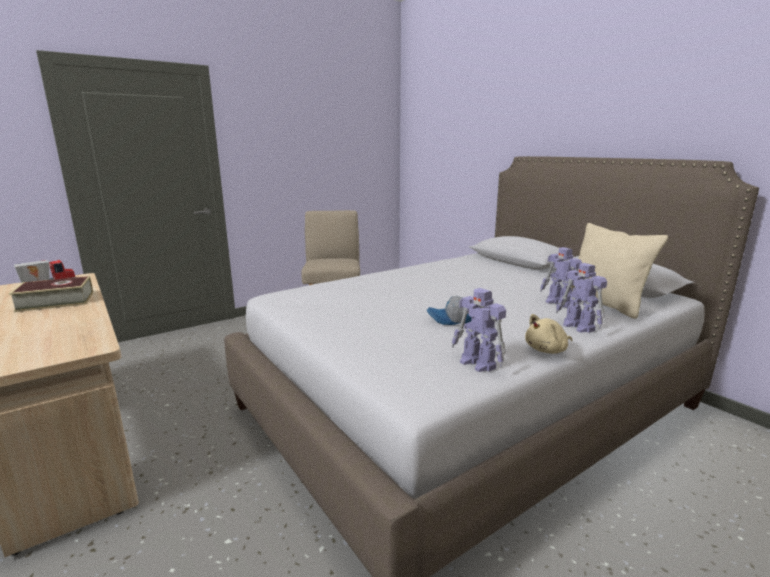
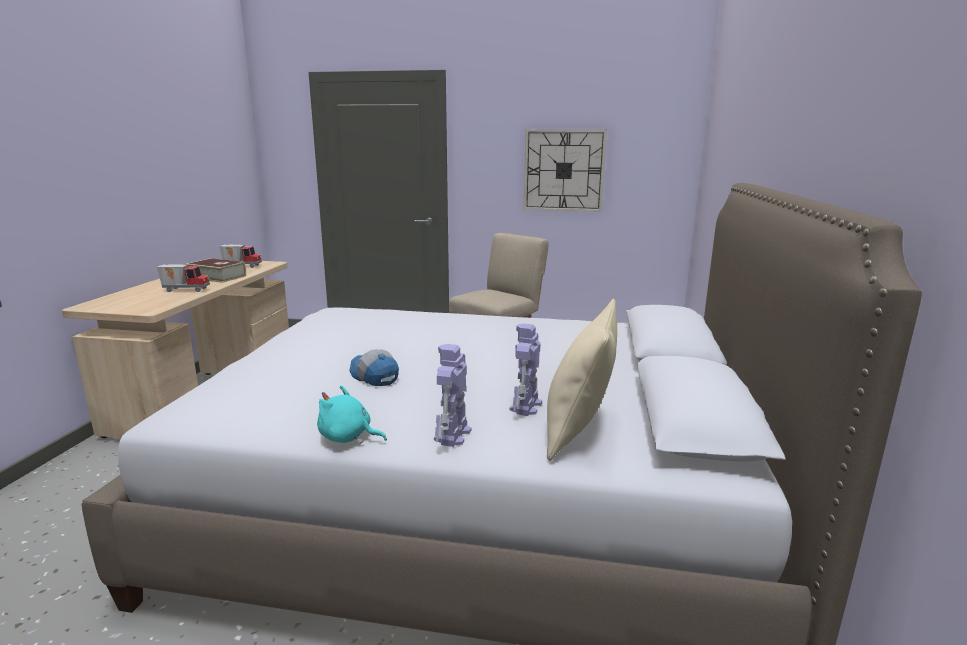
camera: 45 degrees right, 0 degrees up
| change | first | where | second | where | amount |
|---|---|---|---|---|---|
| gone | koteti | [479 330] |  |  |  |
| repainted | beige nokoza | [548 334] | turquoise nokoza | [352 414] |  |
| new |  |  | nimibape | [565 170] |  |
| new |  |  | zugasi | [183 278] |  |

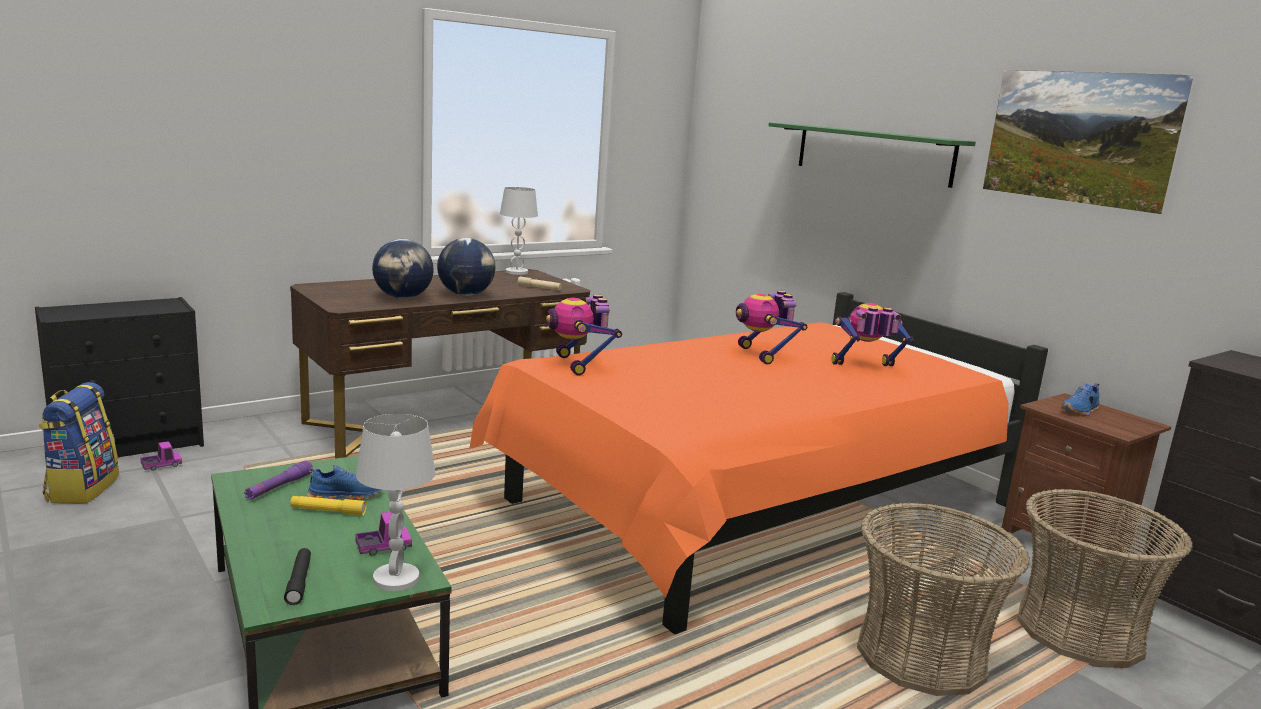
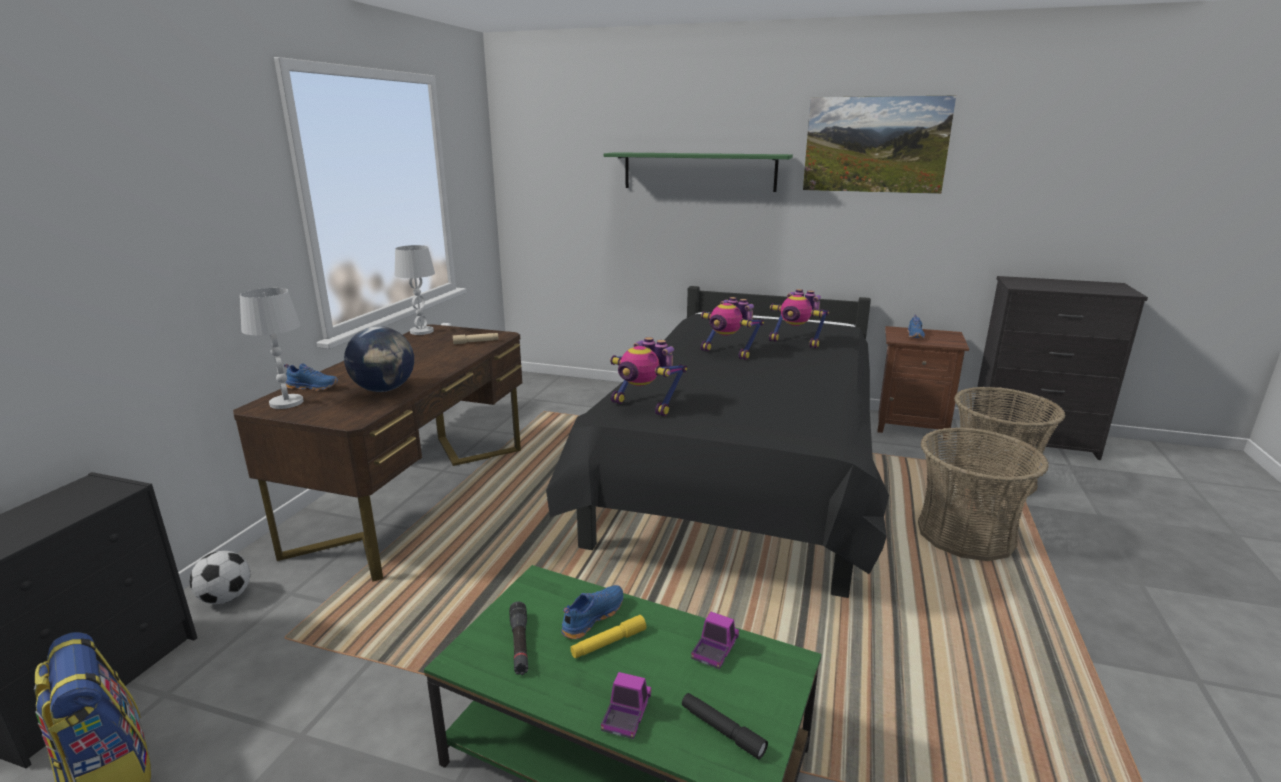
camera: 35 degrees left, 5 degrees up
| change | first | where | second | where | amount |
|---|---|---|---|---|---|
| gone | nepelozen | [466 267] |  |  |  |
| repainted | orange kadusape | [758 463] | black kadusape | [717 442] |  |
| rotated | koteti | [872 334] |  | [799 318] | 105 degrees counterclockwise |
| shifted | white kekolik | [395 502] |  | [272 348] |  |
| shifted | zugasi | [161 456] |  | [626 705] |  |
| repainted | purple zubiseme | [278 480] | black zubiseme | [518 638] |  |
| new |  |  | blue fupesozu | [311 377] |  |
| new |  |  | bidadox | [220 577] |  |

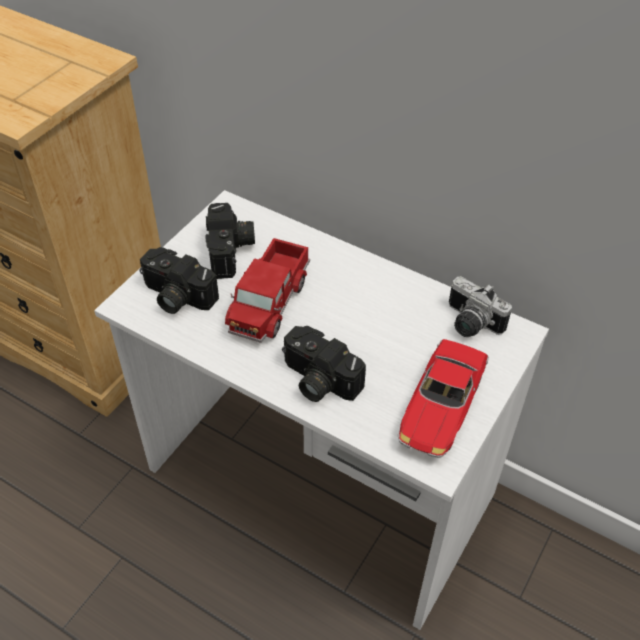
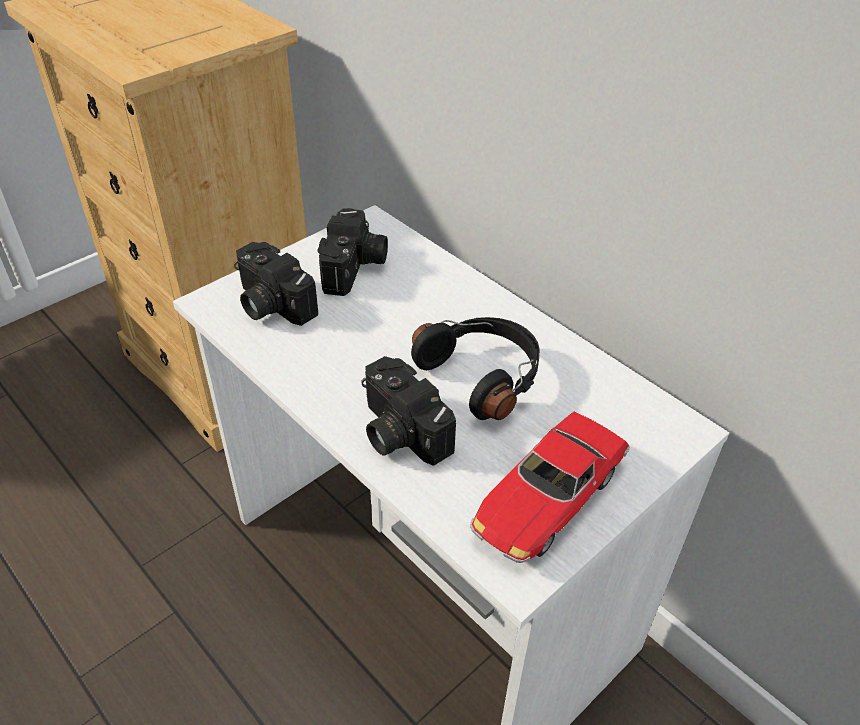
camera: 15 degrees right, 5 degrees down
| change | first | where | second | where | amount |
|---|---|---|---|---|---|
| gone | zugasi | [267 290] |  |  |  |
| gone | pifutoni | [480 306] |  |  |  |
| new |  |  | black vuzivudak | [475 368] |  |

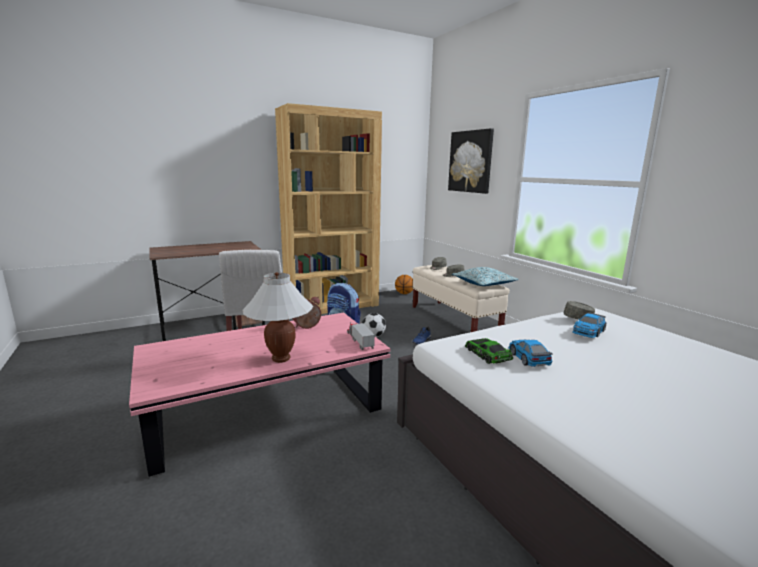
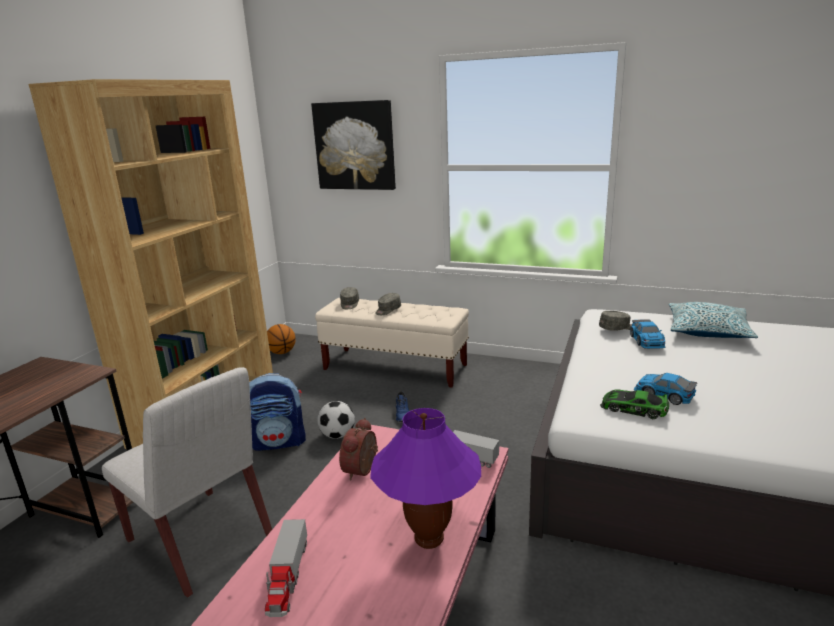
camera: 40 degrees left, 5 degrees up
| change | first | where | second | where | amount |
|---|---|---|---|---|---|
| shifted | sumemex | [485 276] |  | [713 320] |  |
| repainted | white kekolik | [278 317] | purple kekolik | [425 478] |  |
| new |  |  | zugasi | [286 568] |  |

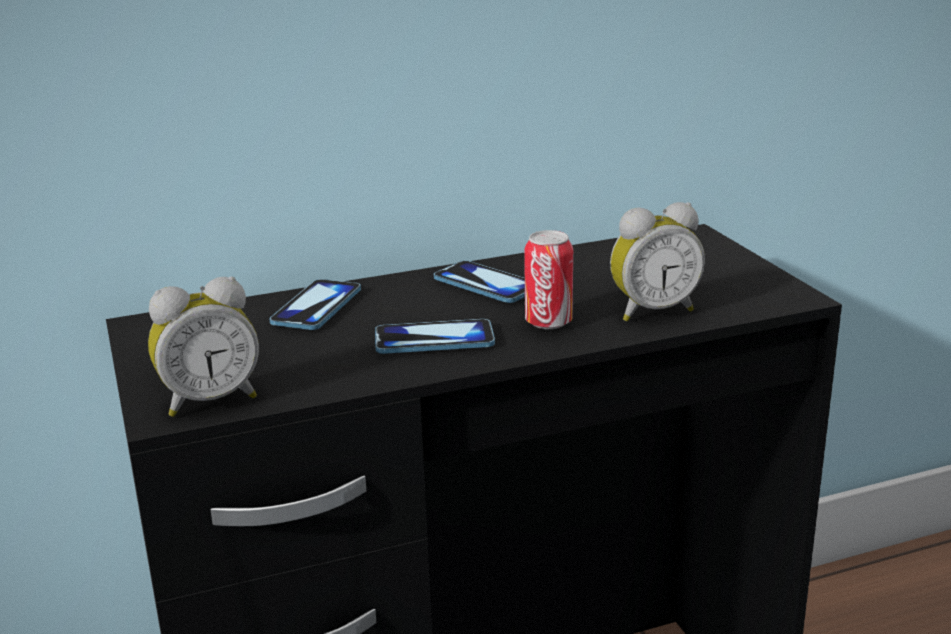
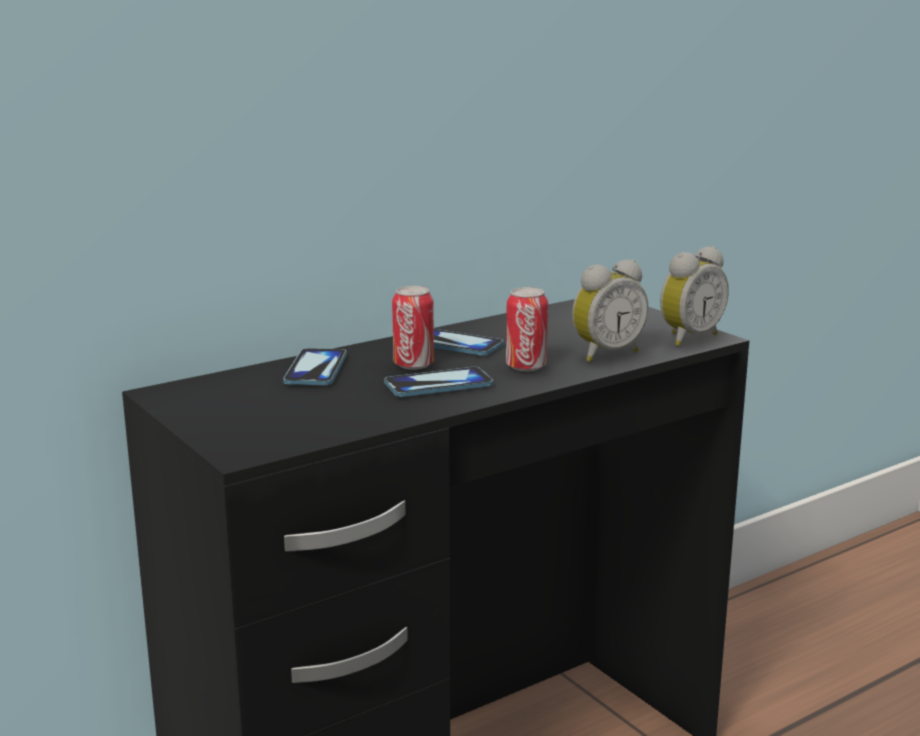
camera: 15 degrees left, 5 degrees down
| change | first | where | second | where | amount |
|---|---|---|---|---|---|
| shifted | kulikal | [203 346] |  | [694 296] |  |
| new |  |  | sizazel | [413 328] |  |

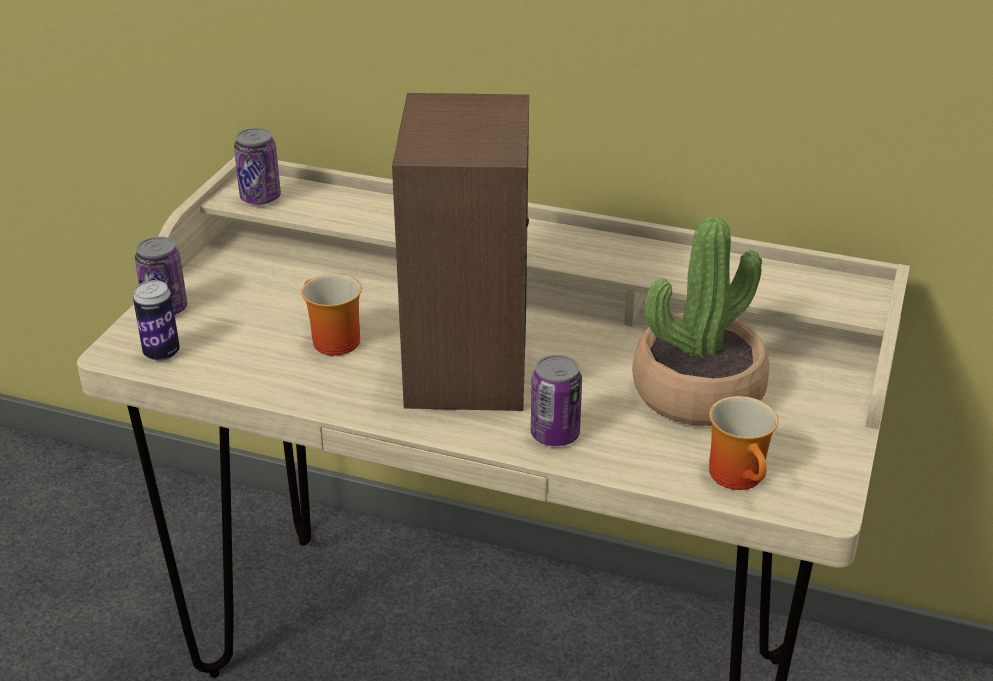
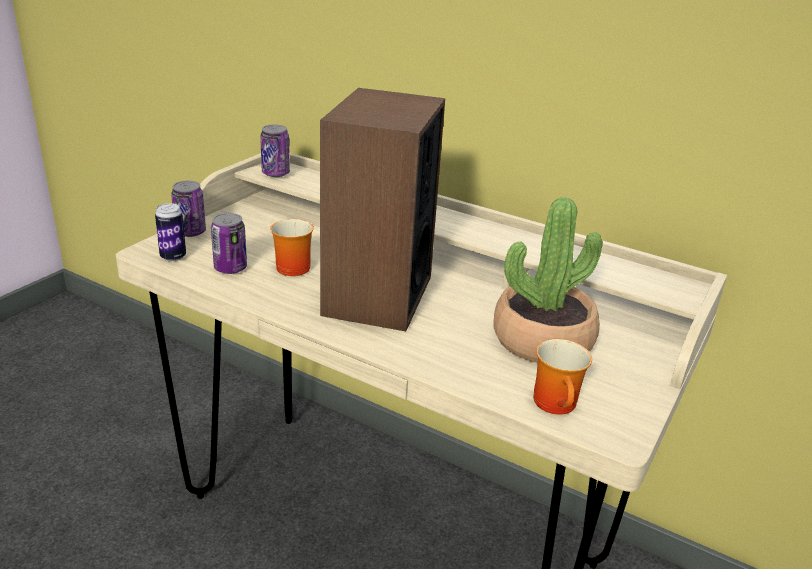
camera: 10 degrees right, 5 degrees down
| change | first | where | second | where | amount |
|---|---|---|---|---|---|
| shifted | sizazel | [556 400] |  | [229 243] |  |

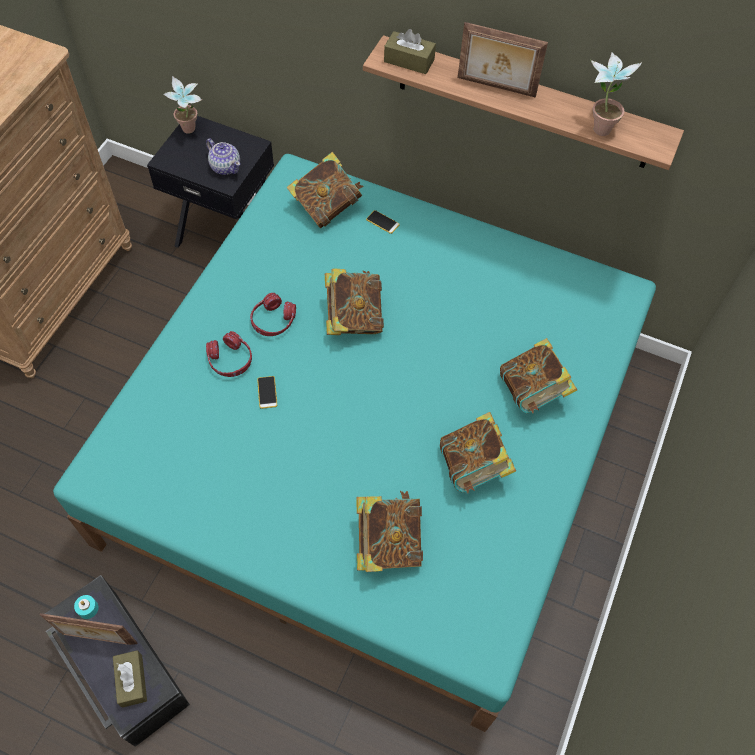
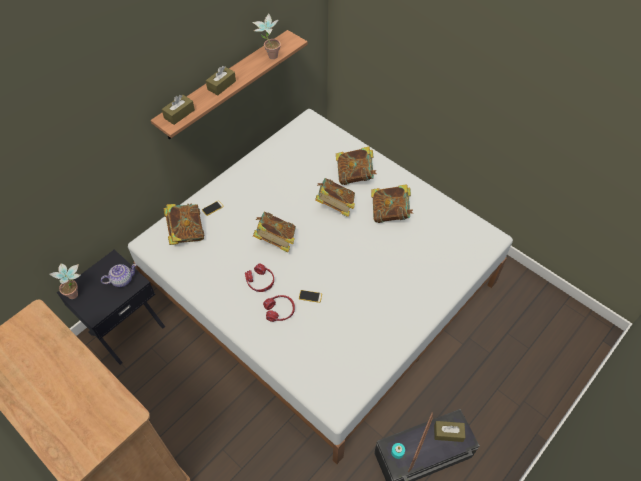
camera: 70 degrees left, 5 degrees down
| change | first | where | second | where | amount |
|---|---|---|---|---|---|
| swapped | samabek | [503 60] | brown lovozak | [221 80] |  |
| repainted | turquoise kadusape | [354 443] | white kadusape | [320 286] |  |
| shifted | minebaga | [389 531] |  | [335 197] |  |

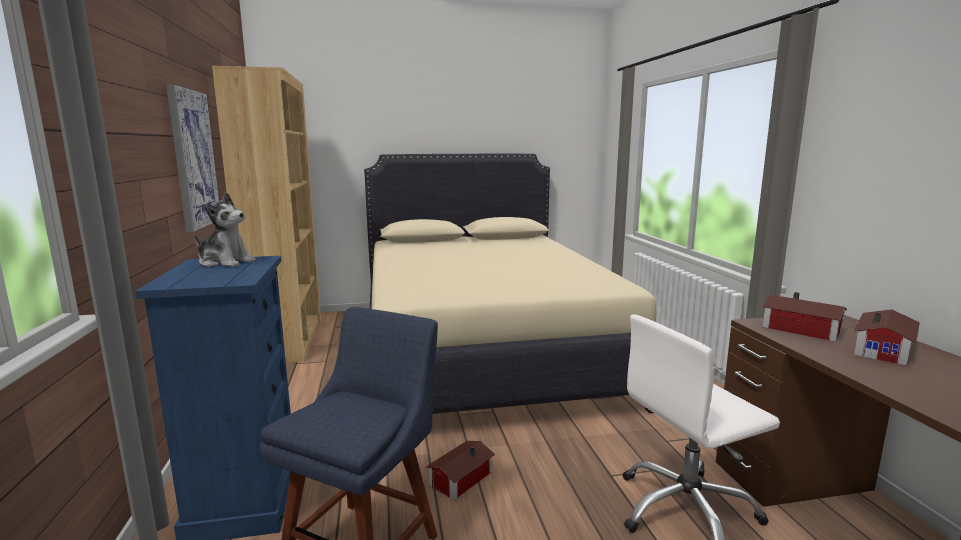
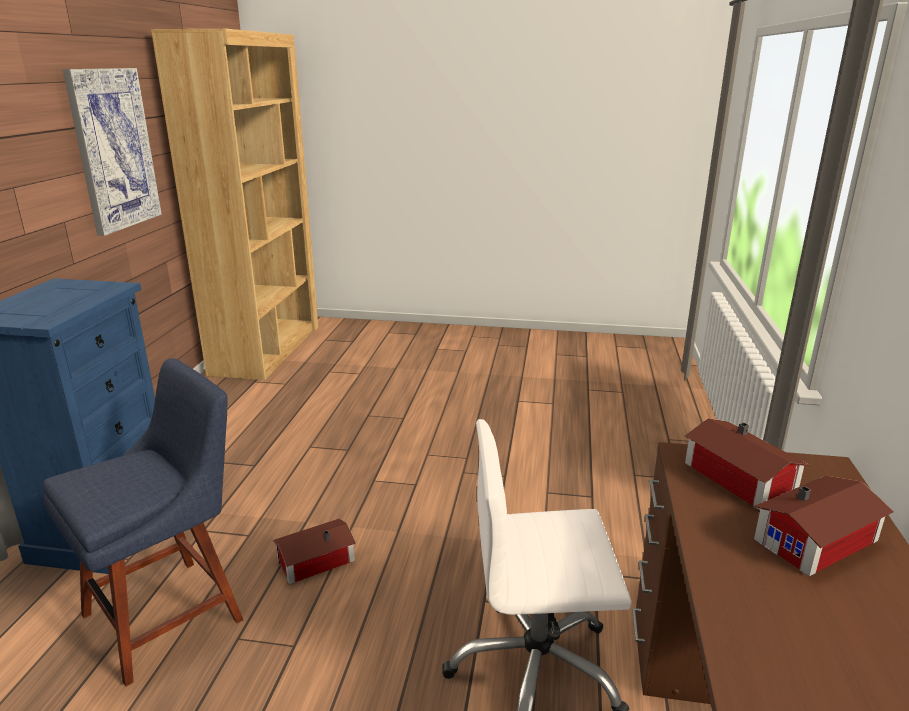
camera: 20 degrees right, 10 degrees up
| change | first | where | second | where | amount |
|---|---|---|---|---|---|
| gone | beige kadusape | [510 283] |  |  |  |
| gone | nokoza | [225 229] |  |  |  |

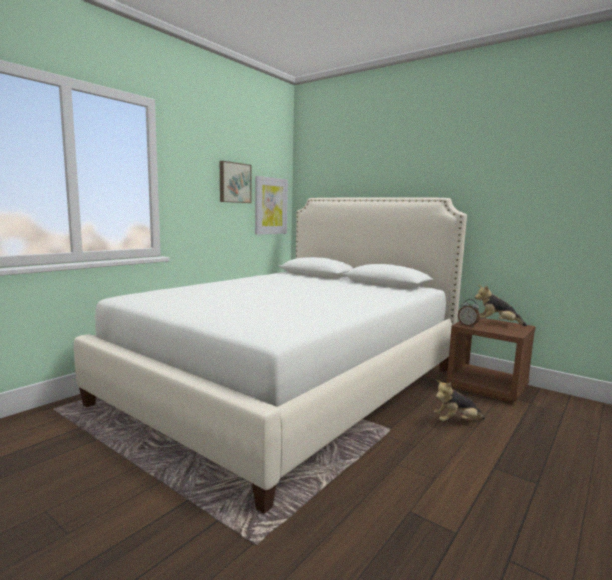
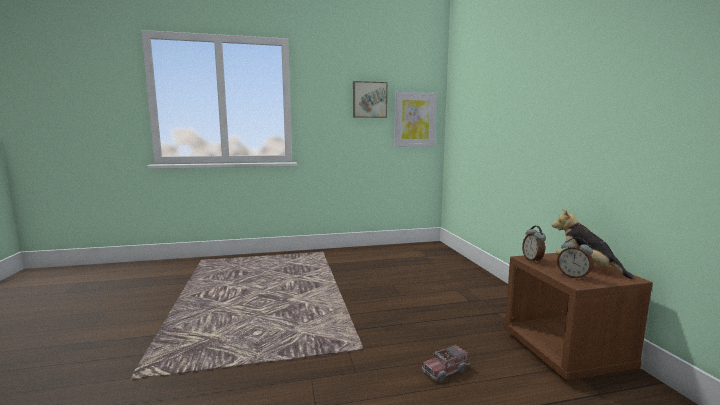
camera: 40 degrees right, 0 degrees up
| change | first | where | second | where | amount |
|---|---|---|---|---|---|
| gone | white kadusape | [270 355] |  |  |  |
| swapped | nokoza | [459 400] | zugasi | [446 363] |  |
| new |  |  | kulikal | [575 258] |  |

